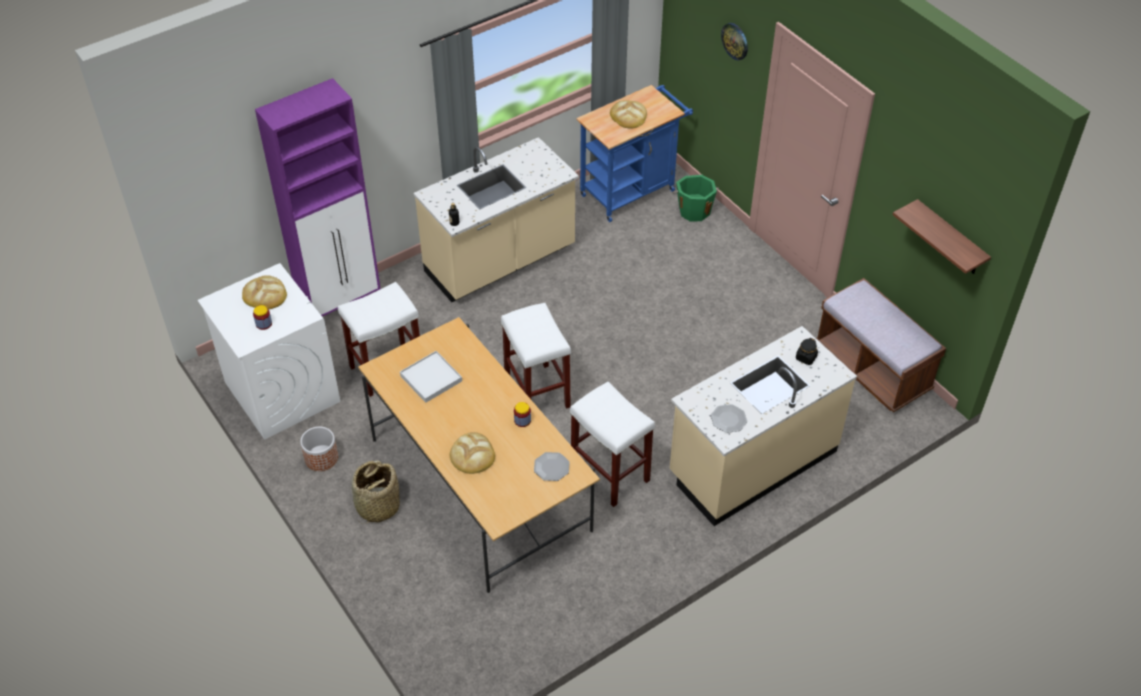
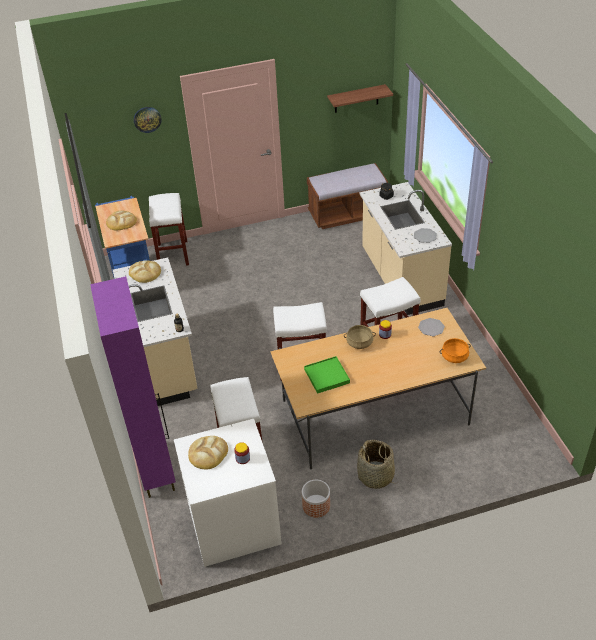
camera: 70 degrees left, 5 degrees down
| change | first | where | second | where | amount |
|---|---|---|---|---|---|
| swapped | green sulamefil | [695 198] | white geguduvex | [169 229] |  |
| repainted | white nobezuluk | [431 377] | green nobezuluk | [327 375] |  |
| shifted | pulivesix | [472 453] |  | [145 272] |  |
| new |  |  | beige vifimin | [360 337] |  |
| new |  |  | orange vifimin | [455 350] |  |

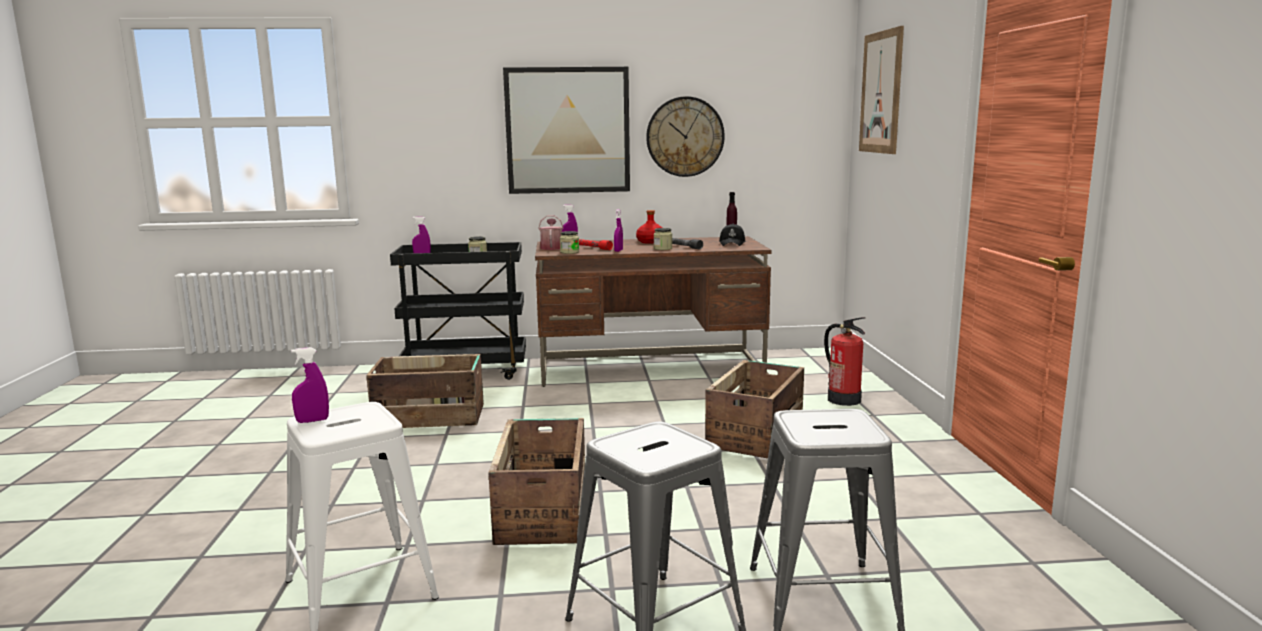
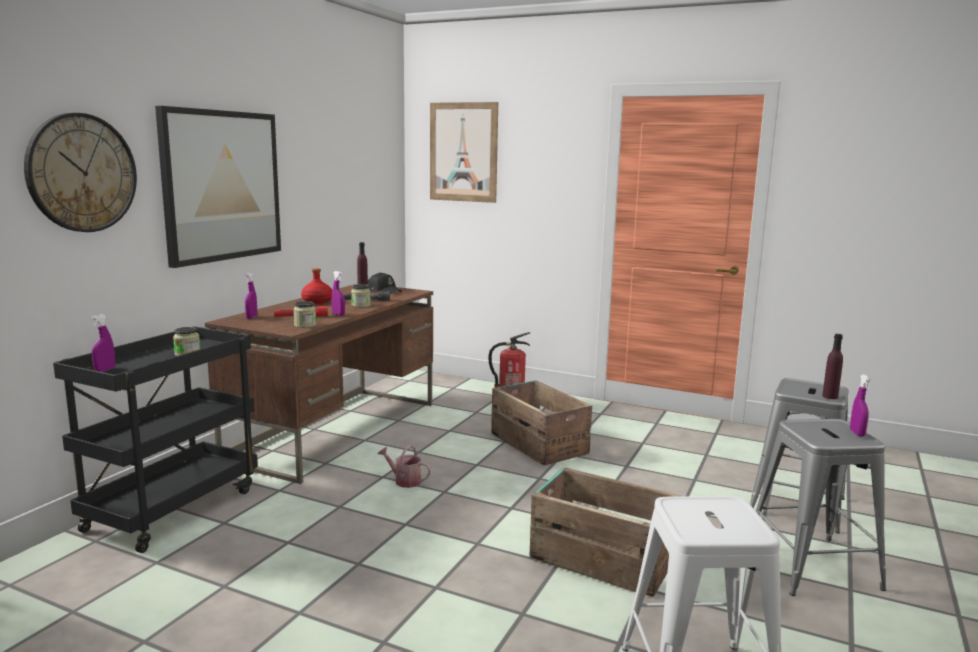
camera: 60 degrees left, 0 degrees up
| change | first | where | second | where | amount |
|---|---|---|---|---|---|
| shifted | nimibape | [685 136] |  | [80 172] |  |
| shifted | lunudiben | [550 232] |  | [404 466] |  |
| shifted | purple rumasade | [310 385] |  | [860 405] |  |
| gone | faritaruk | [425 391] |  |  |  |
| new |  |  | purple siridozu | [832 366] |  |

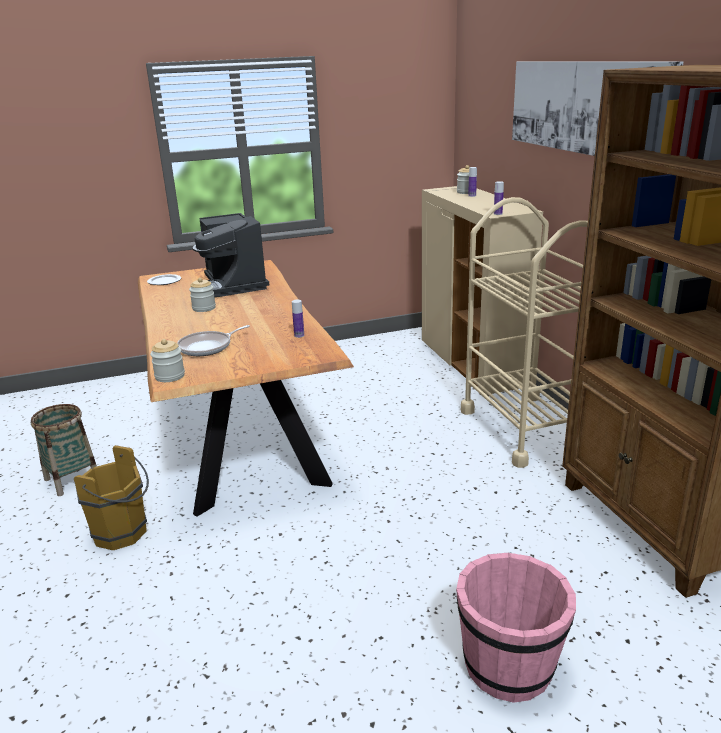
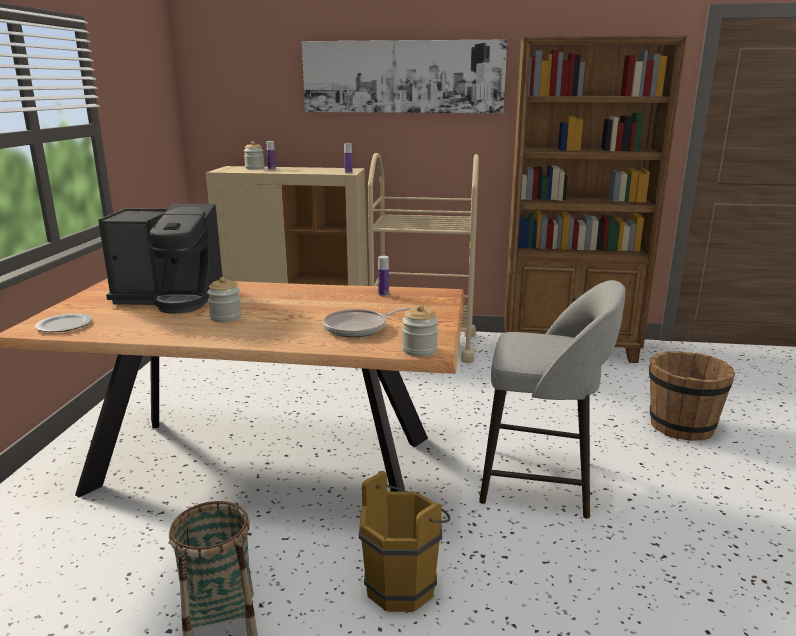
camera: 65 degrees left, 5 degrees down
| change | first | where | second | where | amount |
|---|---|---|---|---|---|
| rotated | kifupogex | [213 340] |  | [367 322] | 75 degrees clockwise |
| repainted | pink sulamefil | [516 628] | brown sulamefil | [692 396] |  |
| new |  |  | grey geguduvex | [552 399] |  |

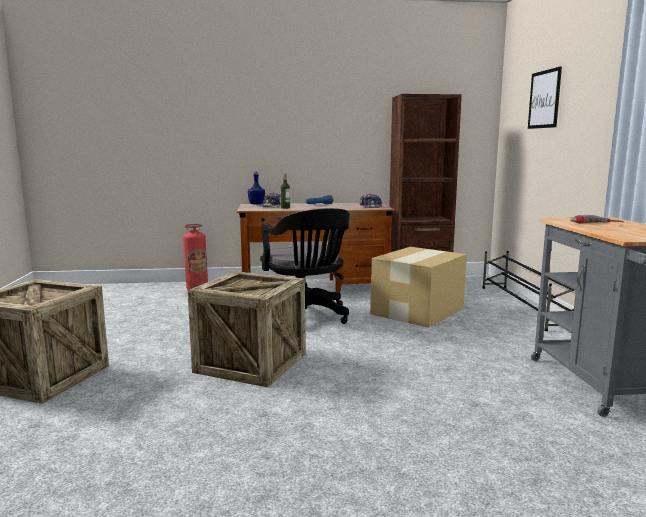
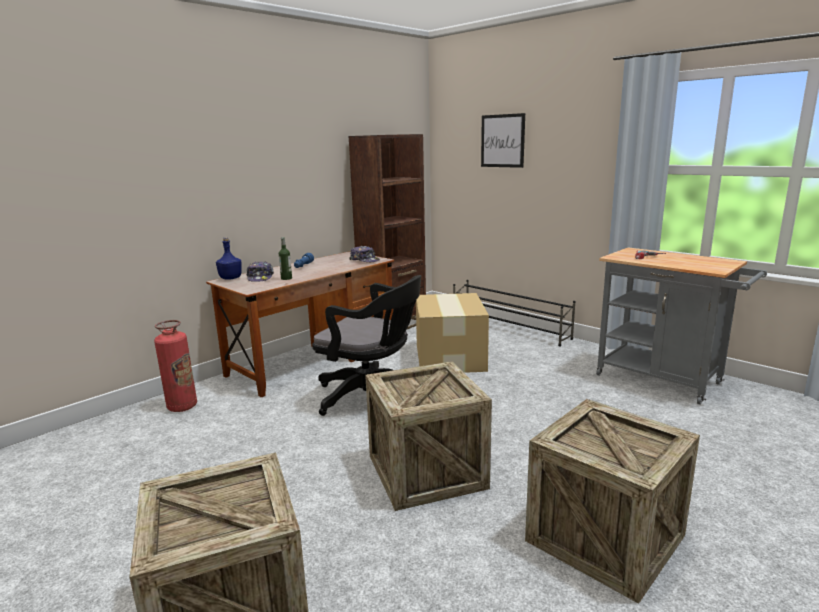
camera: 40 degrees left, 5 degrees up
| change | first | where | second | where | amount |
|---|---|---|---|---|---|
| new |  |  | faritaruk | [612 501] |  |

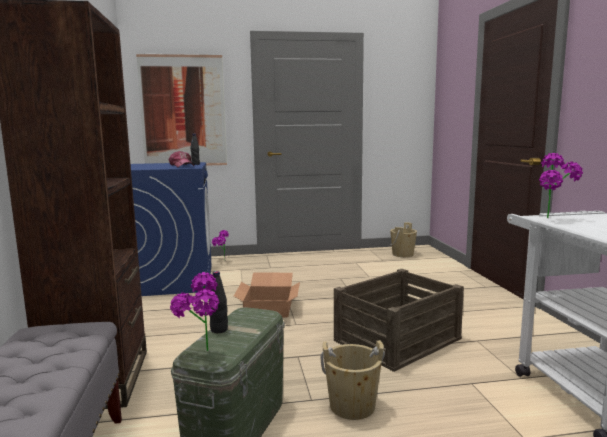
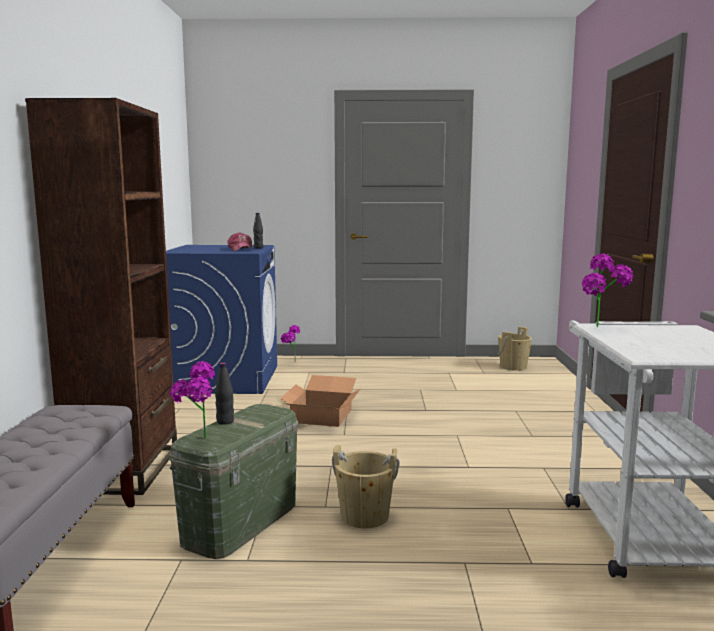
camera: 10 degrees right, 0 degrees up
| change | first | where | second | where | amount |
|---|---|---|---|---|---|
| gone | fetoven | [181 110] |  |  |  |
| gone | faritaruk | [399 320] |  |  |  |

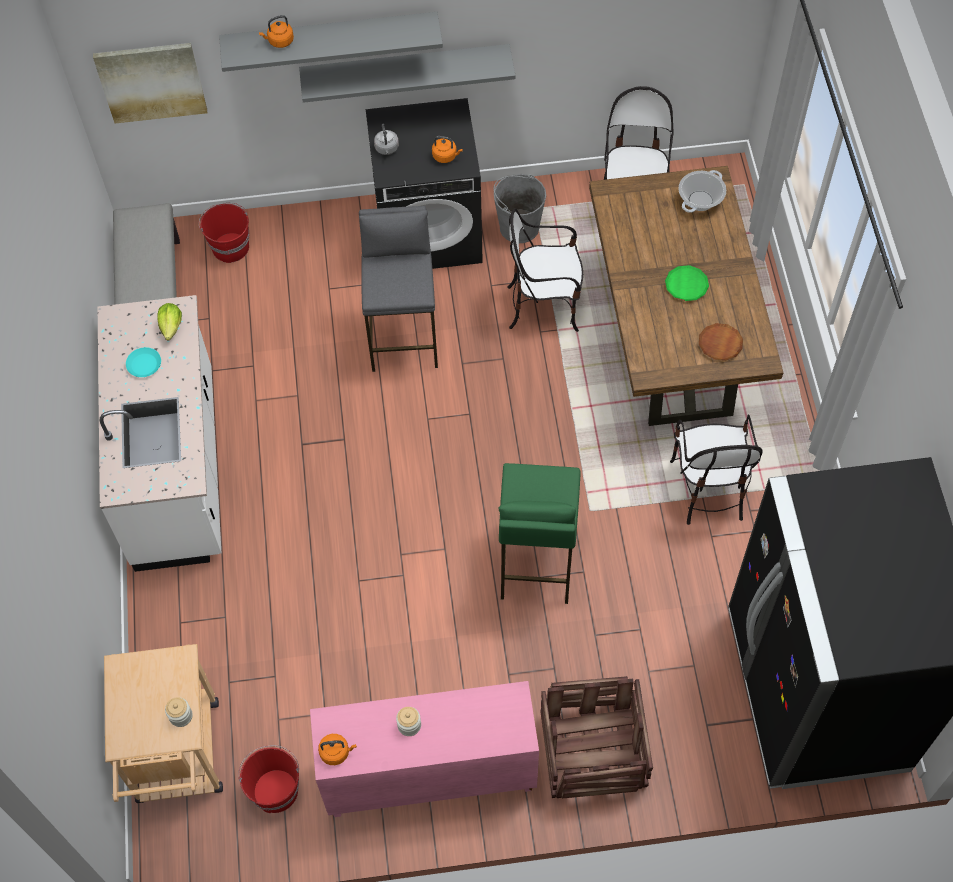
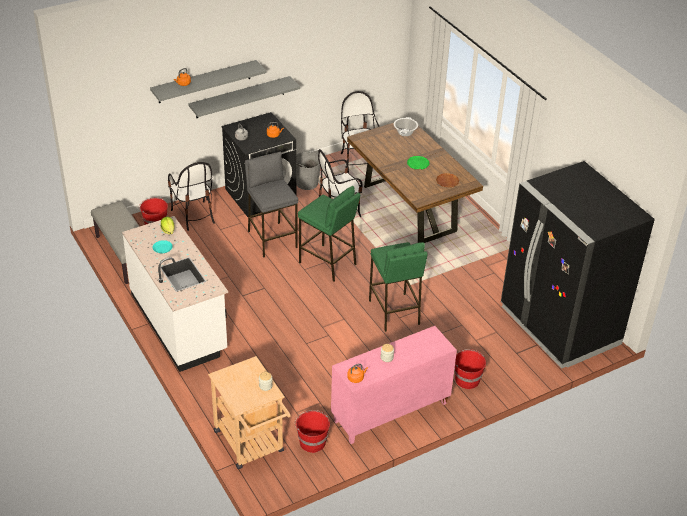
camera: 25 degrees left, 20 degrees down
| change | first | where | second | where | amount |
|---|---|---|---|---|---|
| gone | fetoven | [150 83] |  |  |  |
| shifted | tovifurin | [716 469] |  | [191 196] |  |
| swapped | faritaruk | [596 737] | red sulamefil | [470 369] |  |
| new |  |  | green geguduvex | [329 234] |  |

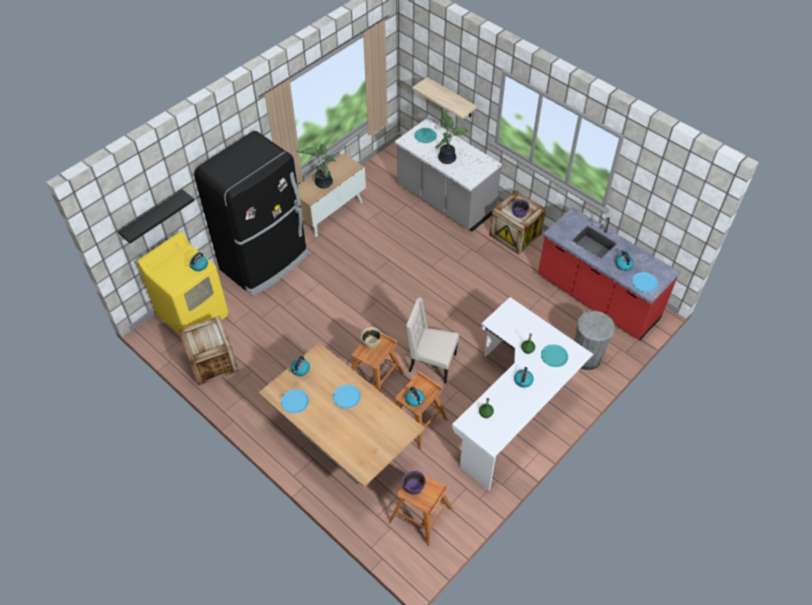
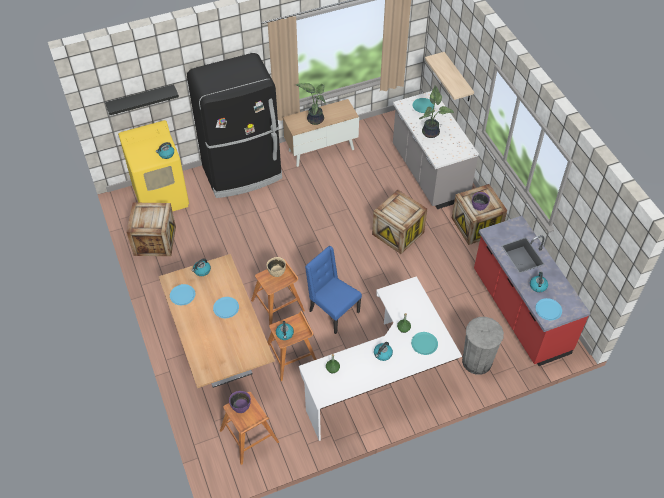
camera: 25 degrees right, 0 degrees up
| change | first | where | second | where | amount |
|---|---|---|---|---|---|
| repainted | beige tovifurin | [432 340] | blue tovifurin | [333 290] |  |
| new |  |  | faritaruk | [399 222] |  |

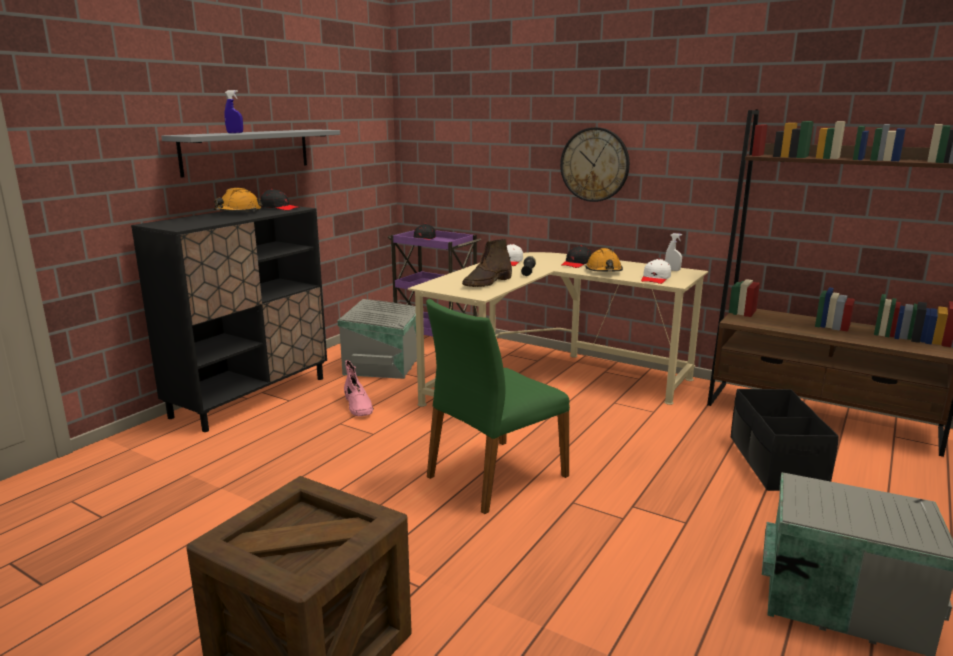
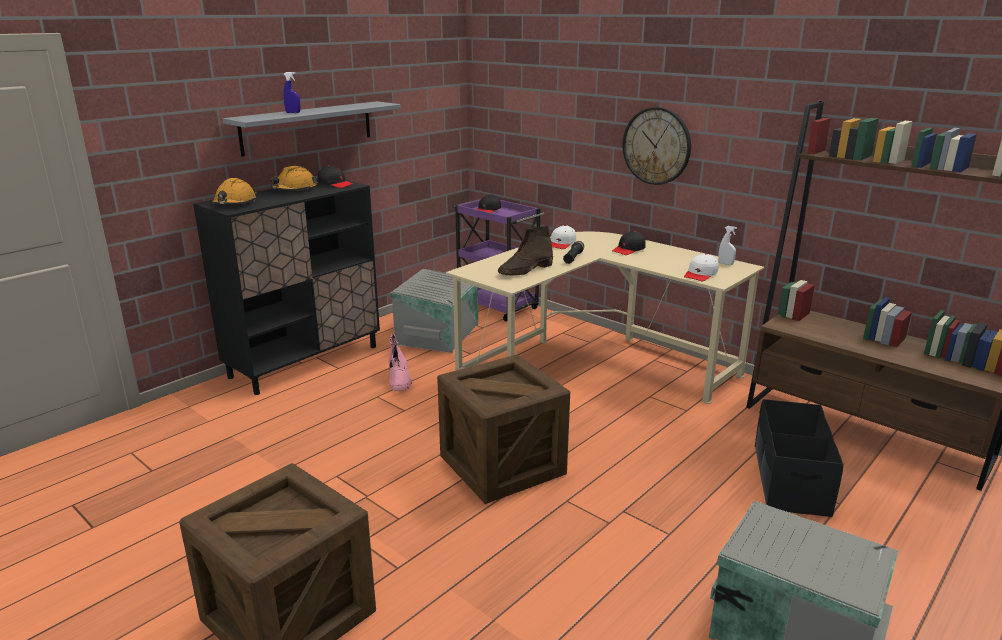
camera: 10 degrees right, 5 degrees up
| change | first | where | second | where | amount |
|---|---|---|---|---|---|
| shifted | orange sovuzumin | [604 260] |  | [234 191] |  |
| swapped | green tovifurin | [498 406] | faritaruk | [503 429] |  |

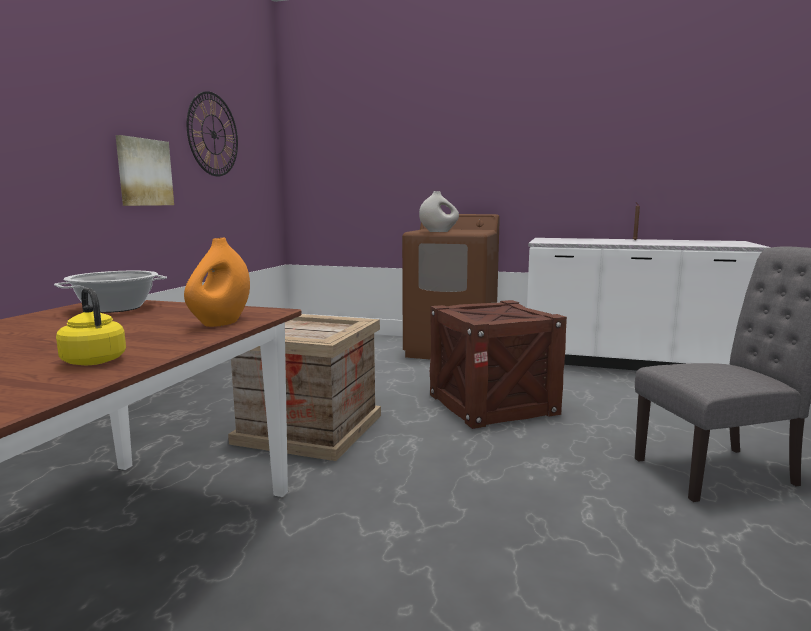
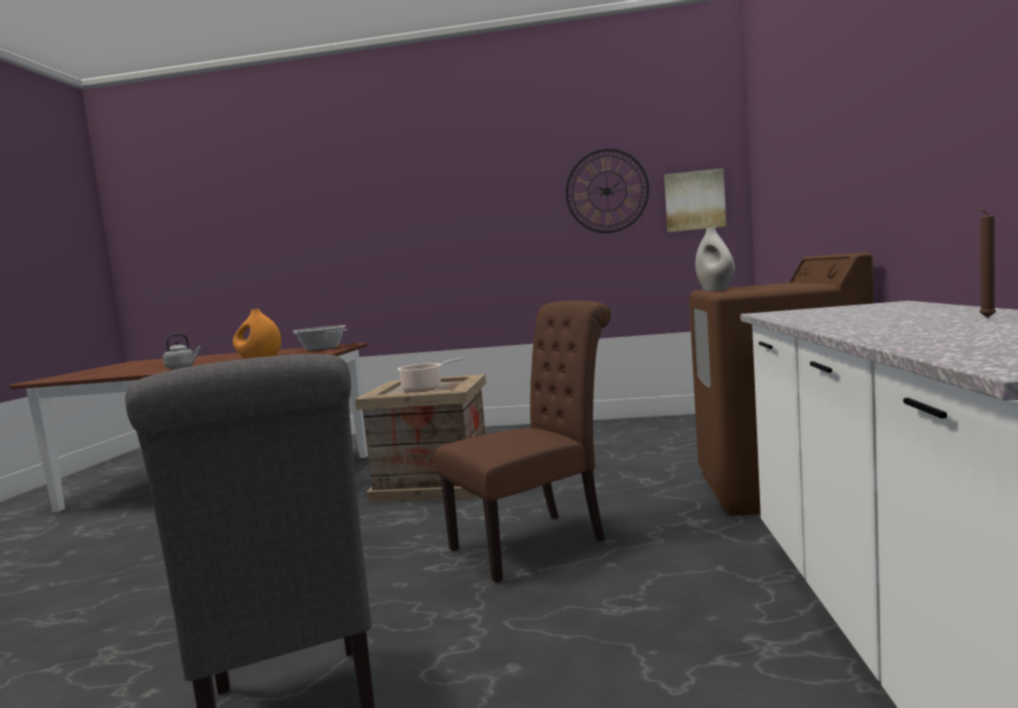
camera: 80 degrees right, 5 degrees down
| change | first | where | second | where | amount |
|---|---|---|---|---|---|
| shifted | fetoven | [145 170] |  | [695 200] |  |
| repainted | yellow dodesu | [91 326] | grey dodesu | [182 351] |  |
| swapped | faritaruk | [498 364] | brown tovifurin | [522 441] |  |
| new |  |  | vifimin | [430 375] |  |

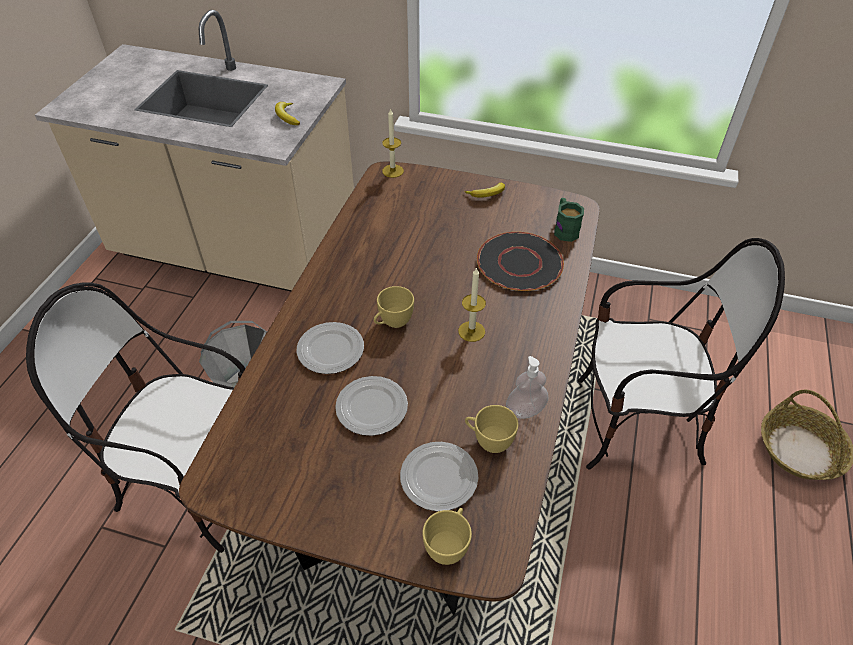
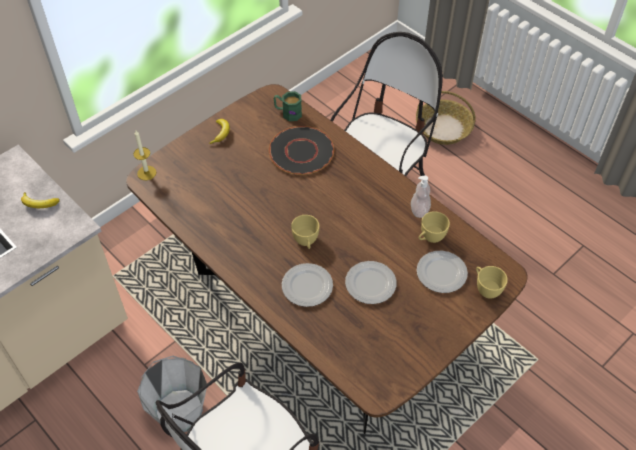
camera: 60 degrees left, 5 degrees up
| change | first | where | second | where | amount |
|---|---|---|---|---|---|
| gone | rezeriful | [472 304] |  |  |  |

